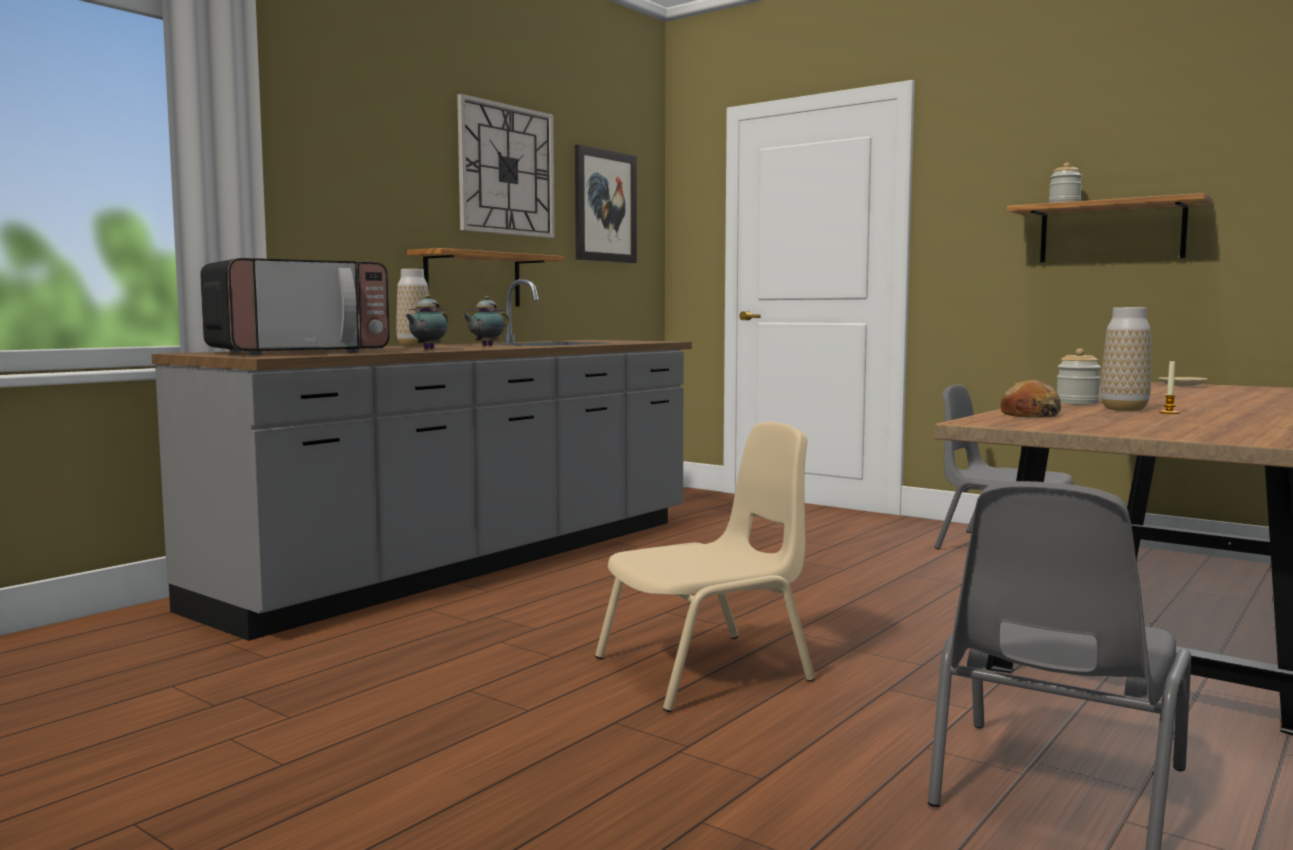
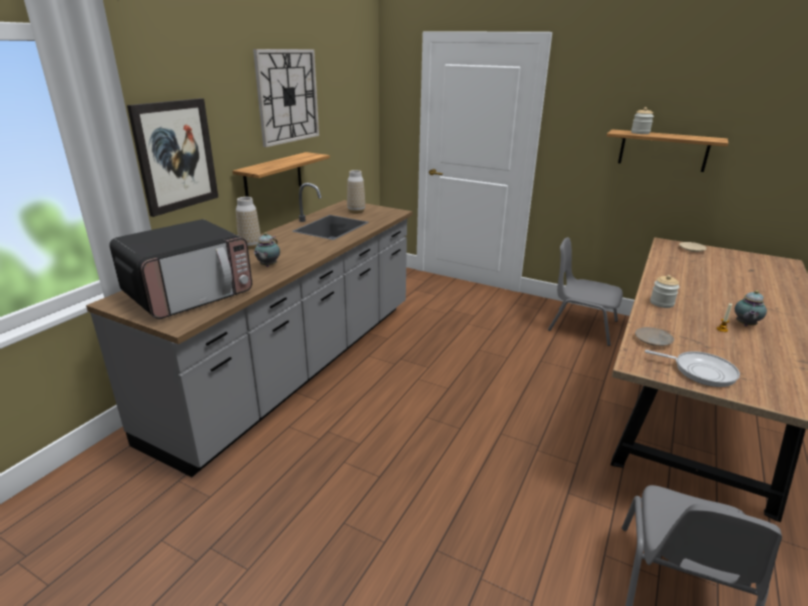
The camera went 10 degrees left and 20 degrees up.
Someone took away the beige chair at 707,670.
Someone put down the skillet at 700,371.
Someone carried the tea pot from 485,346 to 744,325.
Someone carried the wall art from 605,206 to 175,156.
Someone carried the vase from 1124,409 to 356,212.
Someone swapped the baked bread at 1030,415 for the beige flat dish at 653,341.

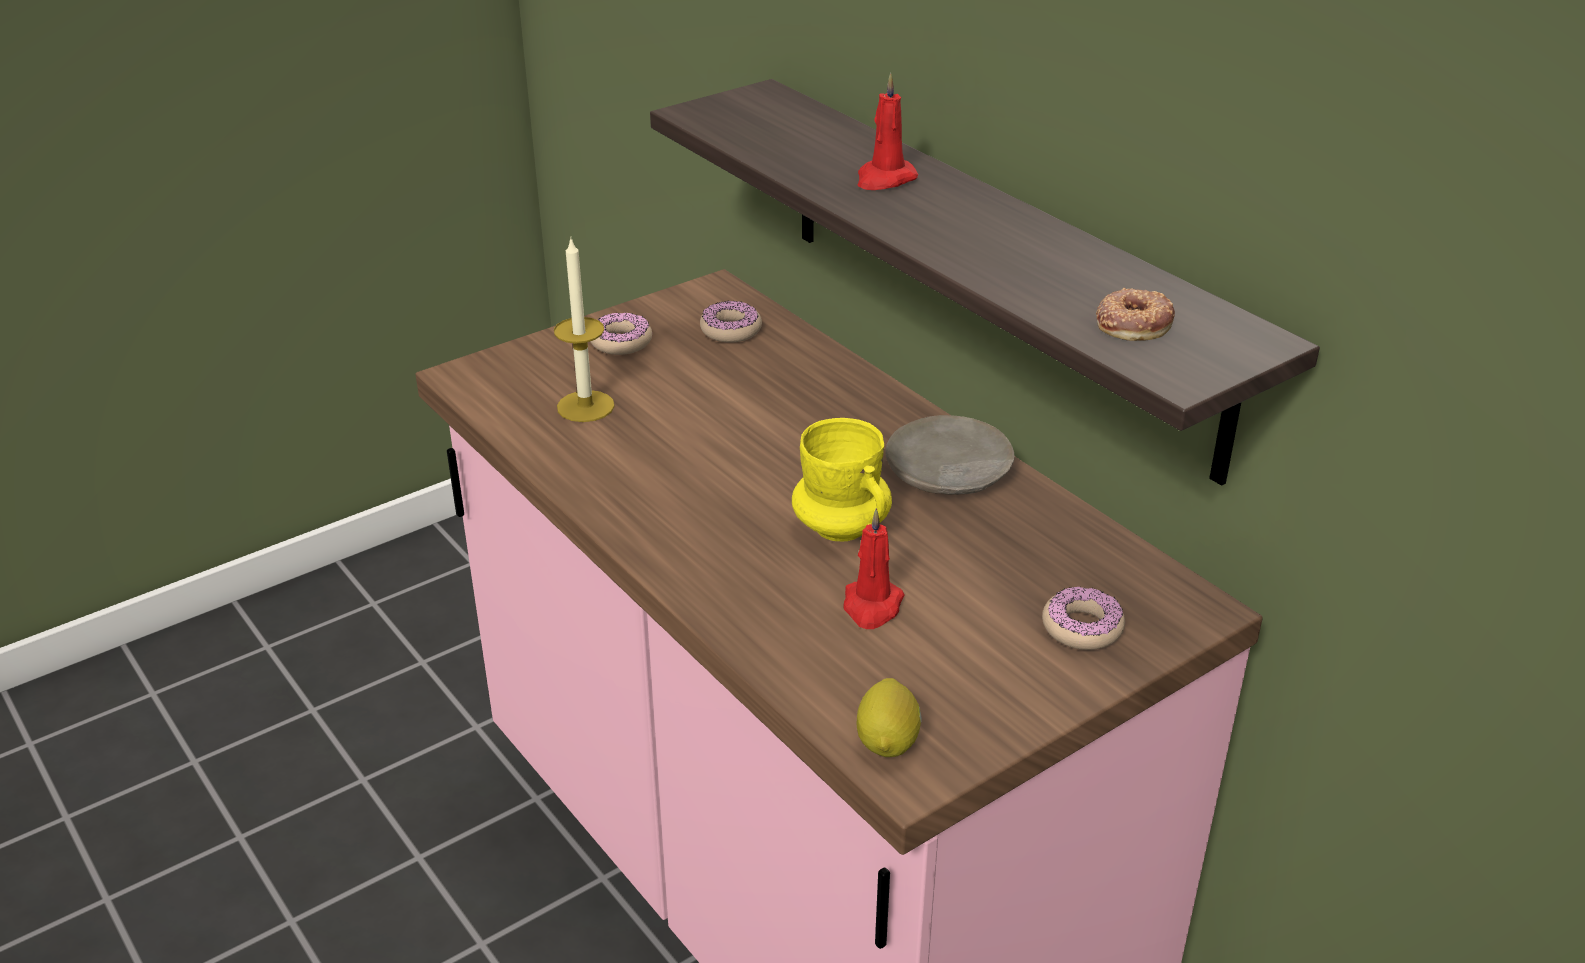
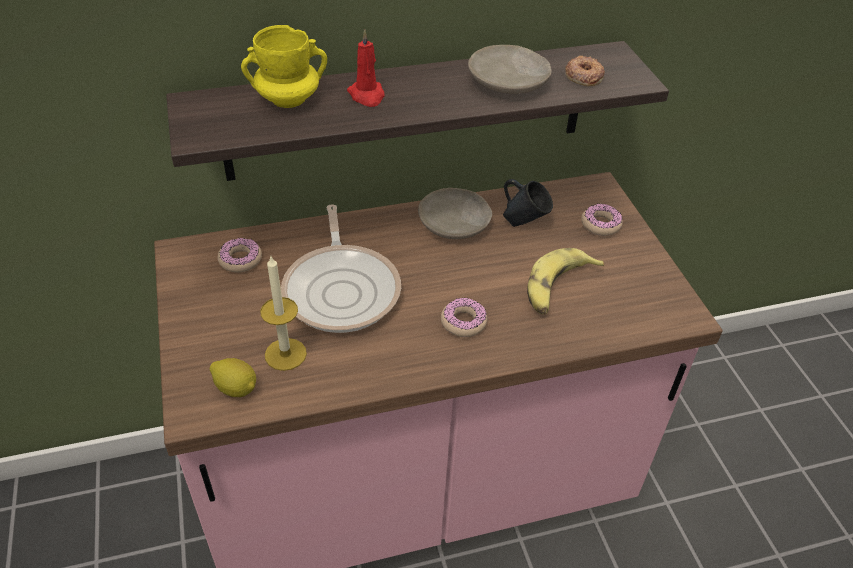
The camera went 70 degrees left and 10 degrees up.
Someone put down the skillet at 342,289.
Someone put down the beige flat dish at 509,82.
Someone put down the blue tea mug at 524,223.
Someone carried the ring doughnut from 621,342 to 463,322.
Someone carried the yellowish tea mug from 841,527 to 288,99.
Someone carried the lemon from 888,741 to 236,388.
Someone swapped the red-coloured wax light at 872,606 for the whole banana at 557,288.

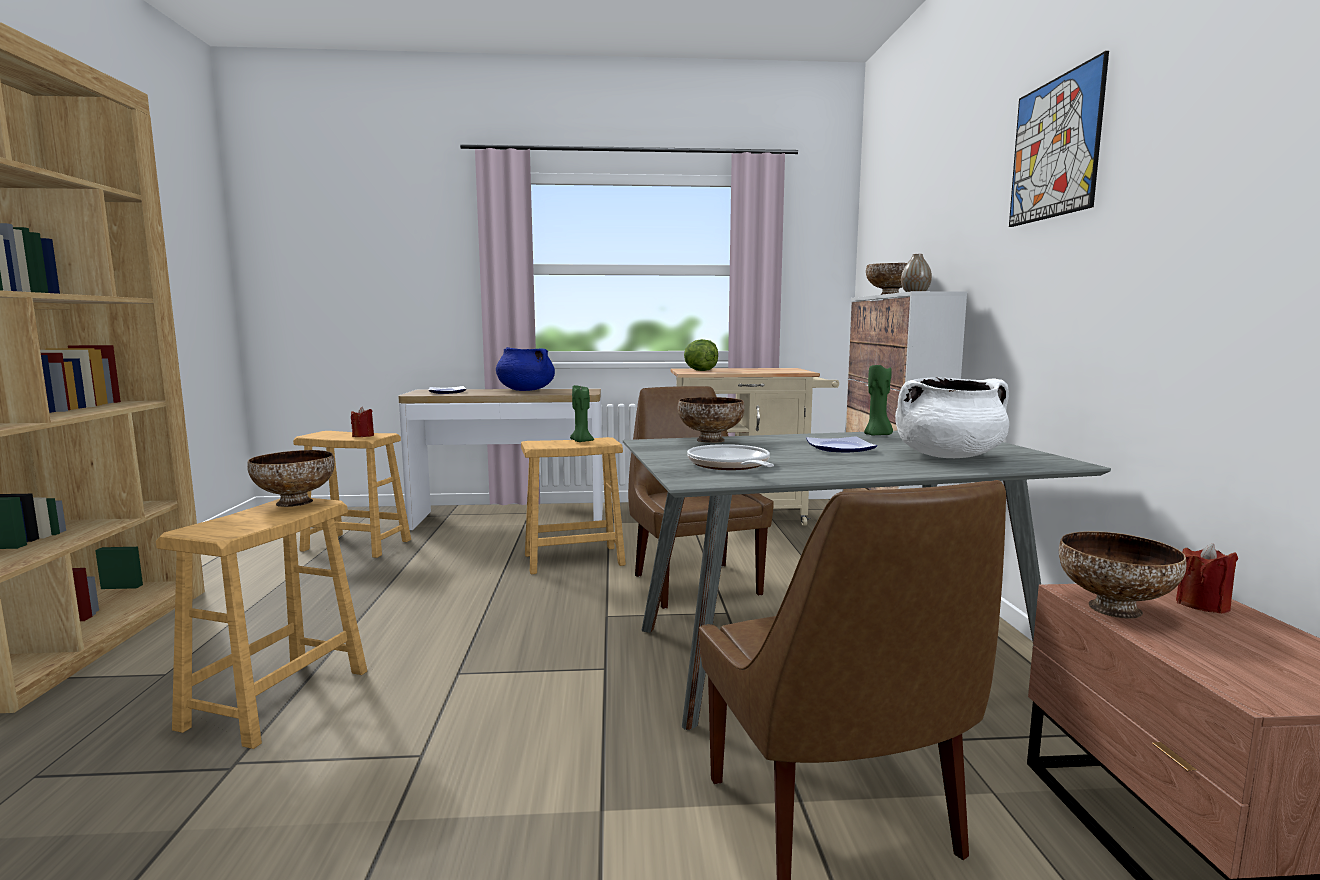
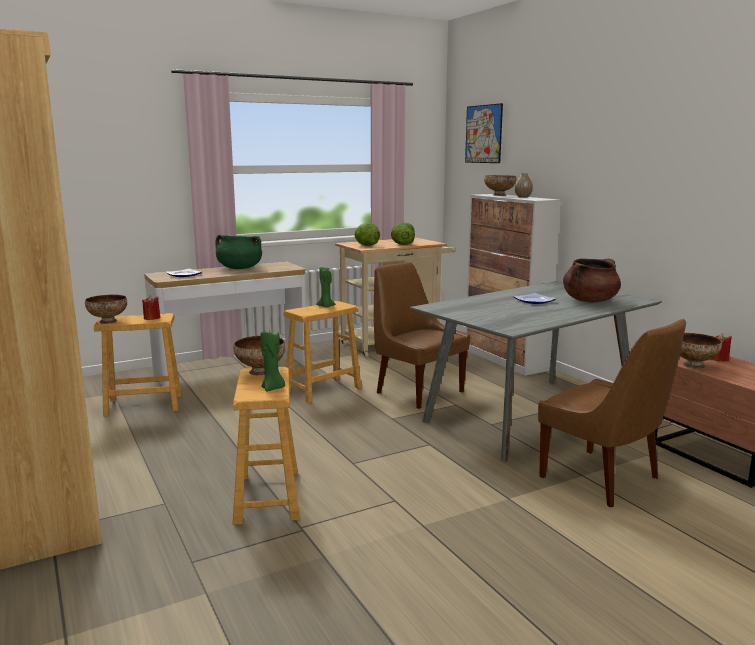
The camera went 25 degrees left and 5 degrees up.
Someone took away the skillet at 730,466.
Someone put down the head of lettuce at 403,244.
Someone carried the bowl from 709,440 to 107,321.
Someone carried the green wax light from 877,435 to 273,388.
Someone carried the wall art from 1055,148 to 483,134.
Someone repainted the blue cooking pot at 525,390, which became the green cooking pot at 239,268.
Someone repainted the white-coloured cooking pot at 948,456, which became the brown cooking pot at 590,301.

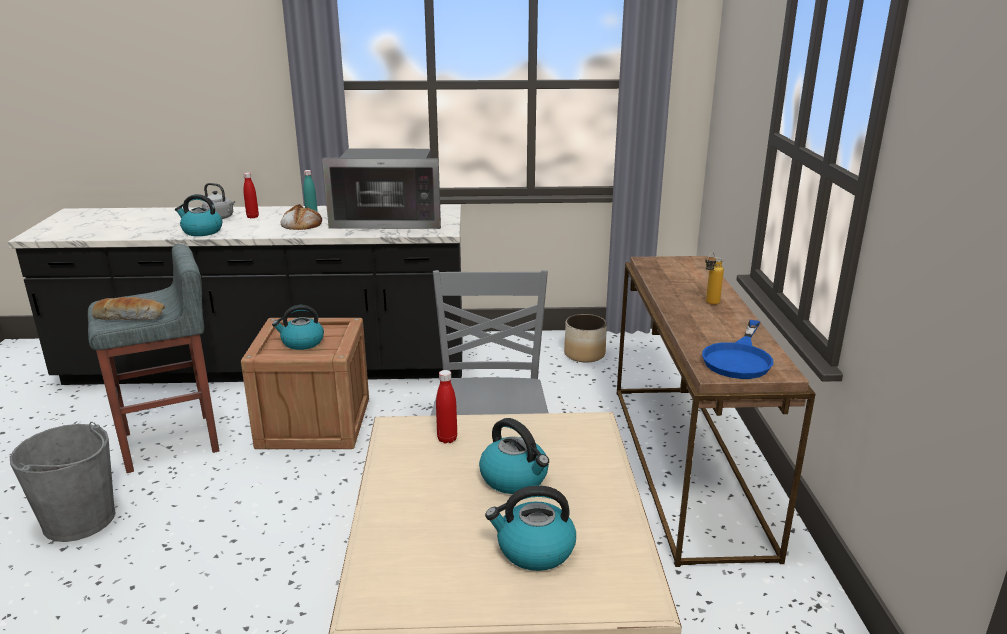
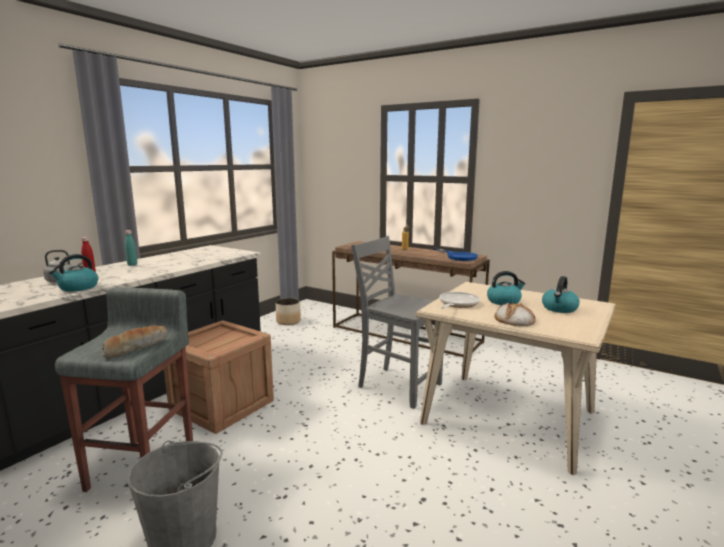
The camera went 55 degrees left and 10 degrees down.
Someone took away the tea kettle at 302,343.
Someone took away the kitchen microwave at 389,220.
Someone carried the baked bread from 301,223 to 514,320.
Someone swapped the red-coloured bottle at 447,439 for the skillet at 457,304.

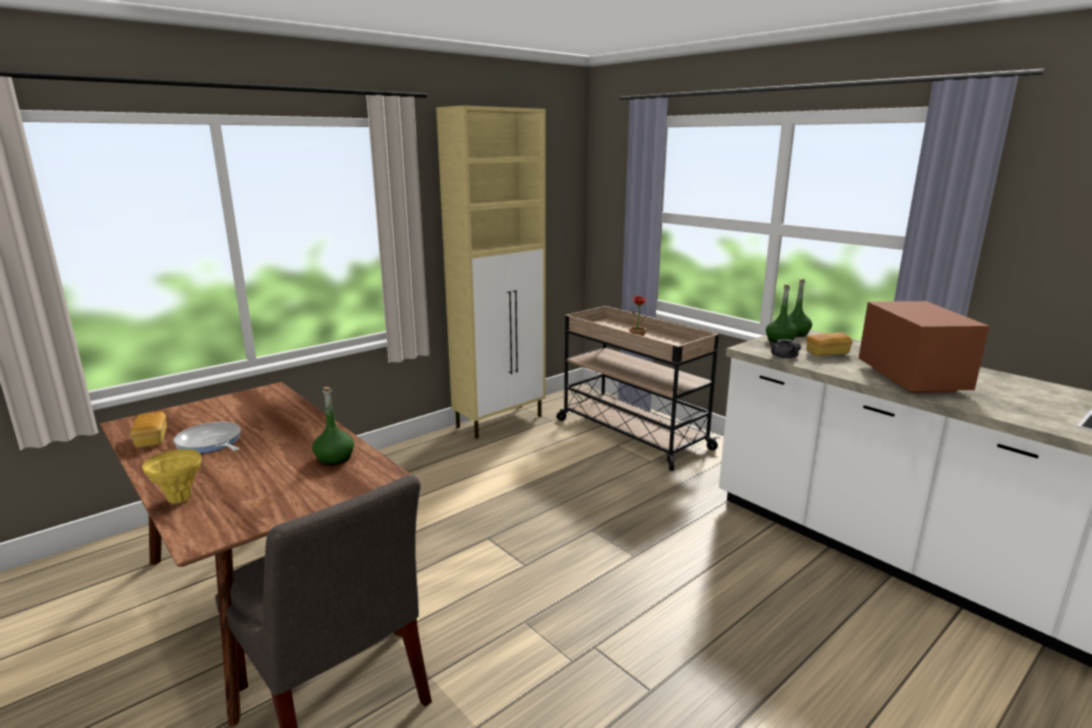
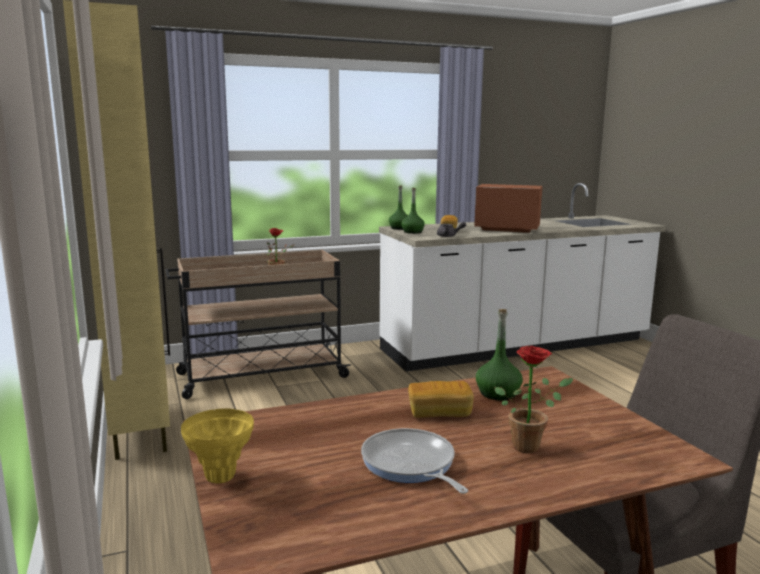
The camera went 70 degrees left and 5 degrees down.
Someone put down the potted plant at 530,445.
Someone carried the baked bread from 151,439 to 439,413.
Someone carried the yellowish vase from 180,499 to 220,477.
Someone rotated the skillet at 210,443 by 90 degrees clockwise.

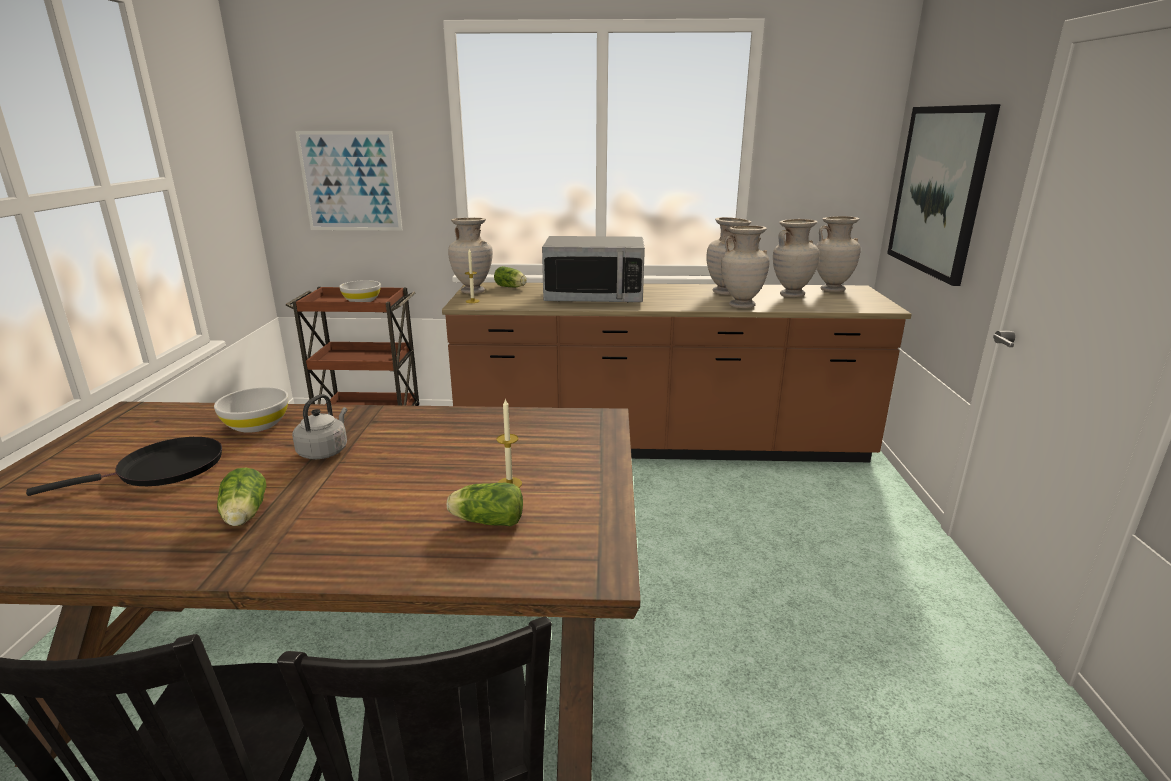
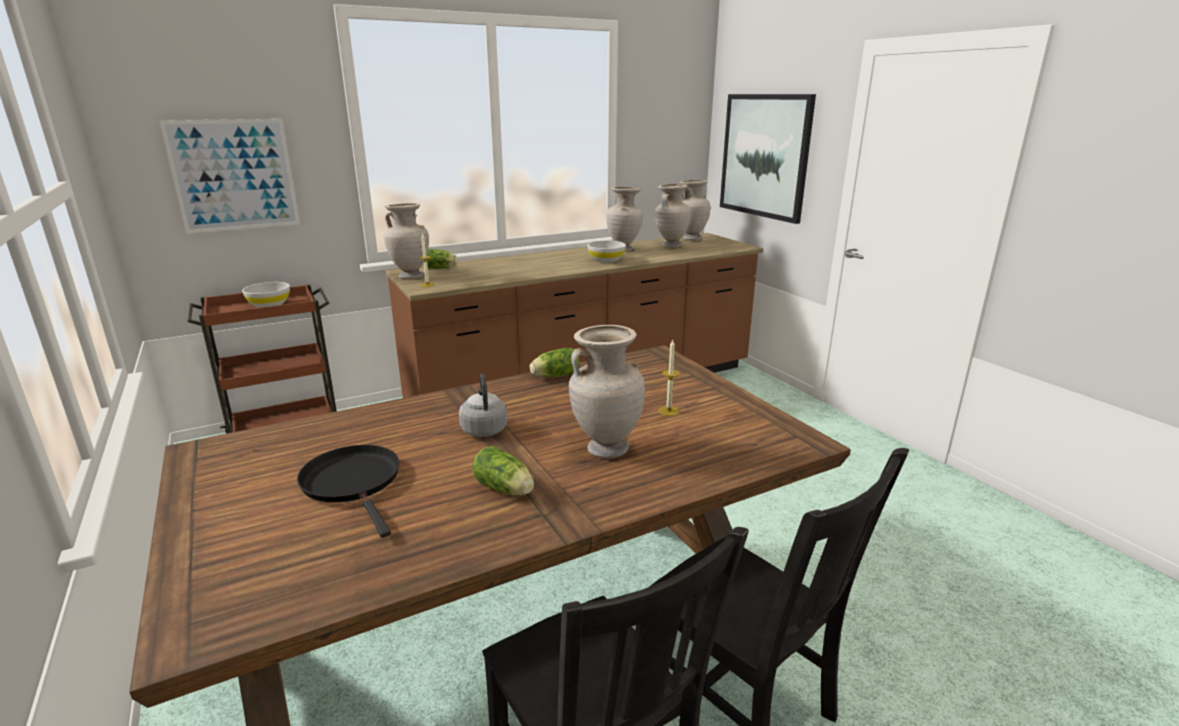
The camera went 30 degrees left and 0 degrees up.
Someone took away the kitchen microwave at 594,297.
Someone carried the white-coloured bowl from 257,425 to 606,260.
Someone carried the head of lettuce from 485,521 to 554,376.
Someone carried the beige vase from 741,305 to 606,449.
Someone rotated the blackish skillet at 164,469 by 60 degrees counterclockwise.

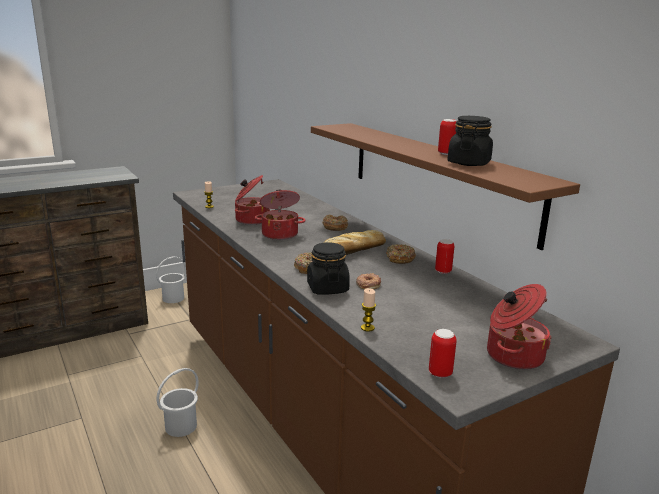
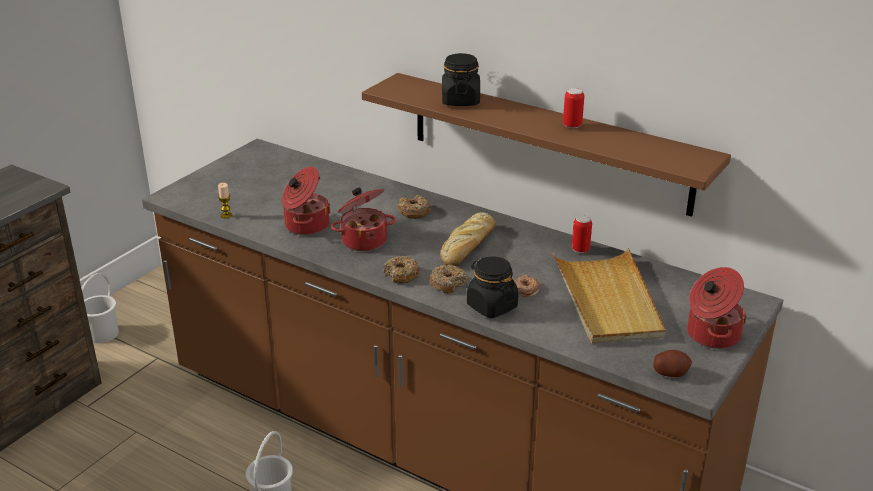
The camera went 25 degrees left and 10 degrees up.
Someone took away the wax light at 367,328.
Someone put down the beige tray at 607,300.
Someone carried the ring doughnut from 400,259 to 401,275.
Someone carried the blackish storage jar from 469,163 to 460,100.
Someone swapped the sealed can at 440,373 for the potato at 670,373.

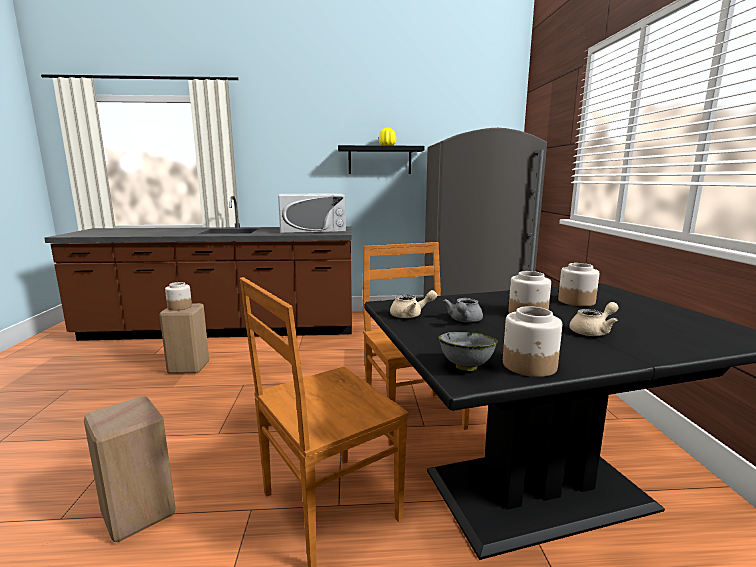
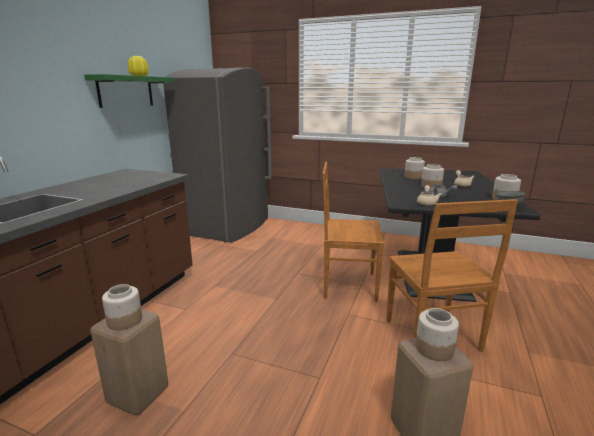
The camera went 65 degrees left and 5 degrees up.
Someone took away the white-coloured kitchen microwave at 312,230.
Someone put down the storage jar at 433,349.
Someone repainted the blackish shelf at 379,160, which became the green shelf at 126,91.

